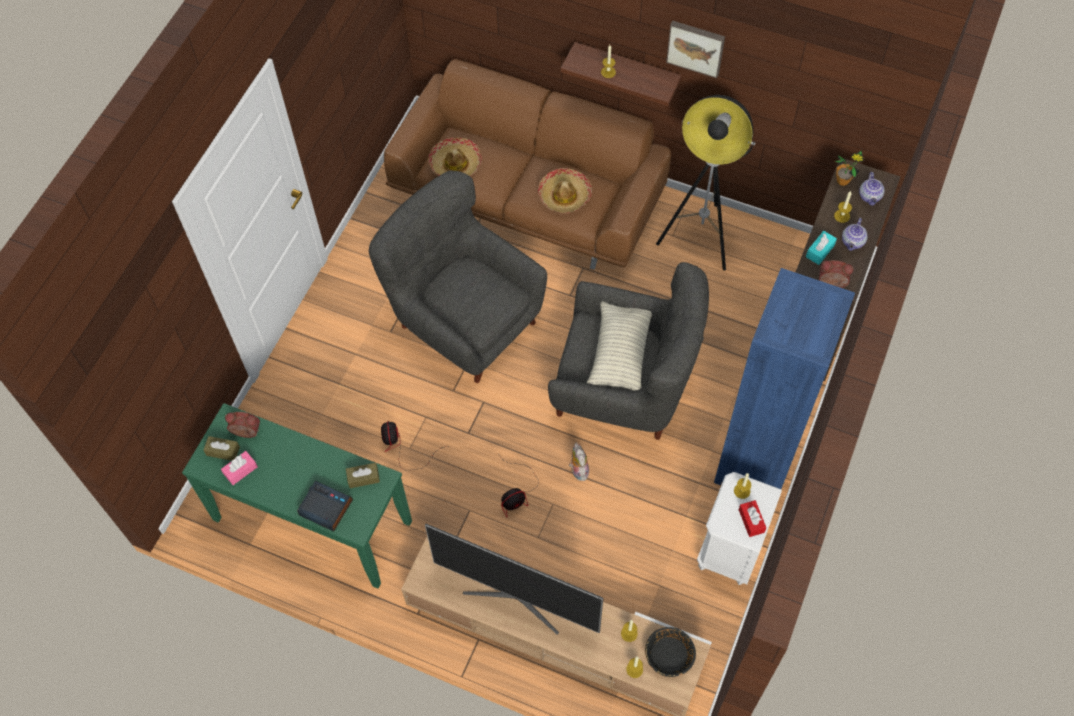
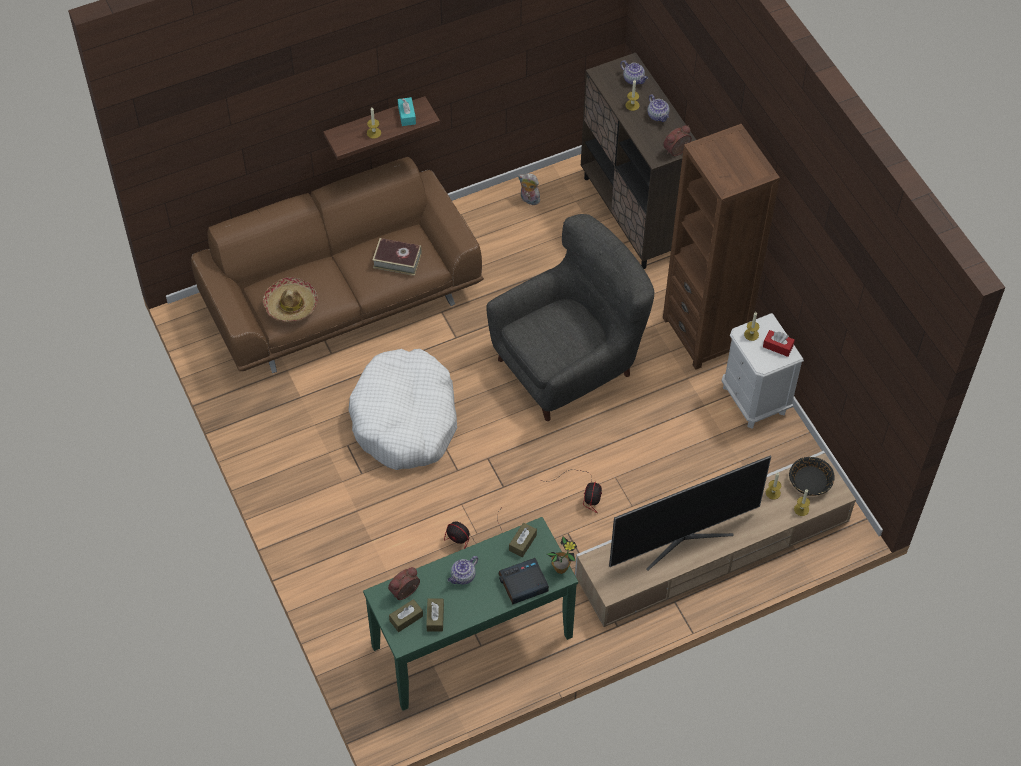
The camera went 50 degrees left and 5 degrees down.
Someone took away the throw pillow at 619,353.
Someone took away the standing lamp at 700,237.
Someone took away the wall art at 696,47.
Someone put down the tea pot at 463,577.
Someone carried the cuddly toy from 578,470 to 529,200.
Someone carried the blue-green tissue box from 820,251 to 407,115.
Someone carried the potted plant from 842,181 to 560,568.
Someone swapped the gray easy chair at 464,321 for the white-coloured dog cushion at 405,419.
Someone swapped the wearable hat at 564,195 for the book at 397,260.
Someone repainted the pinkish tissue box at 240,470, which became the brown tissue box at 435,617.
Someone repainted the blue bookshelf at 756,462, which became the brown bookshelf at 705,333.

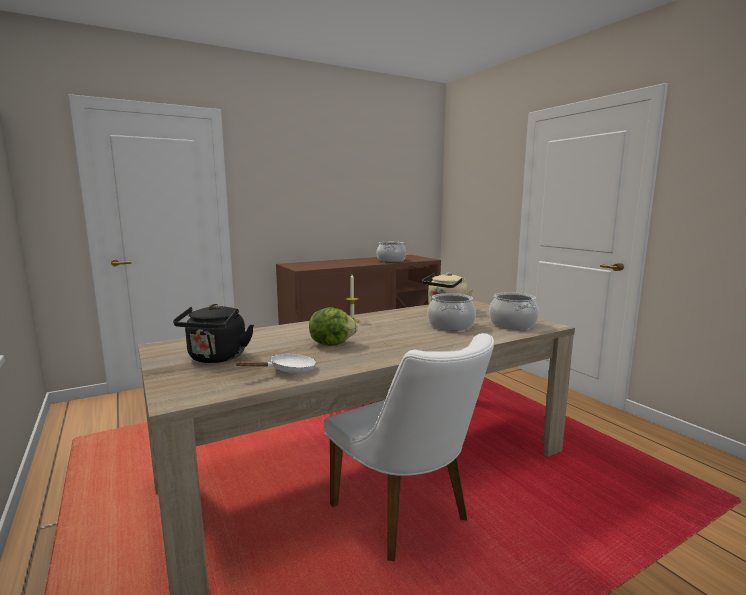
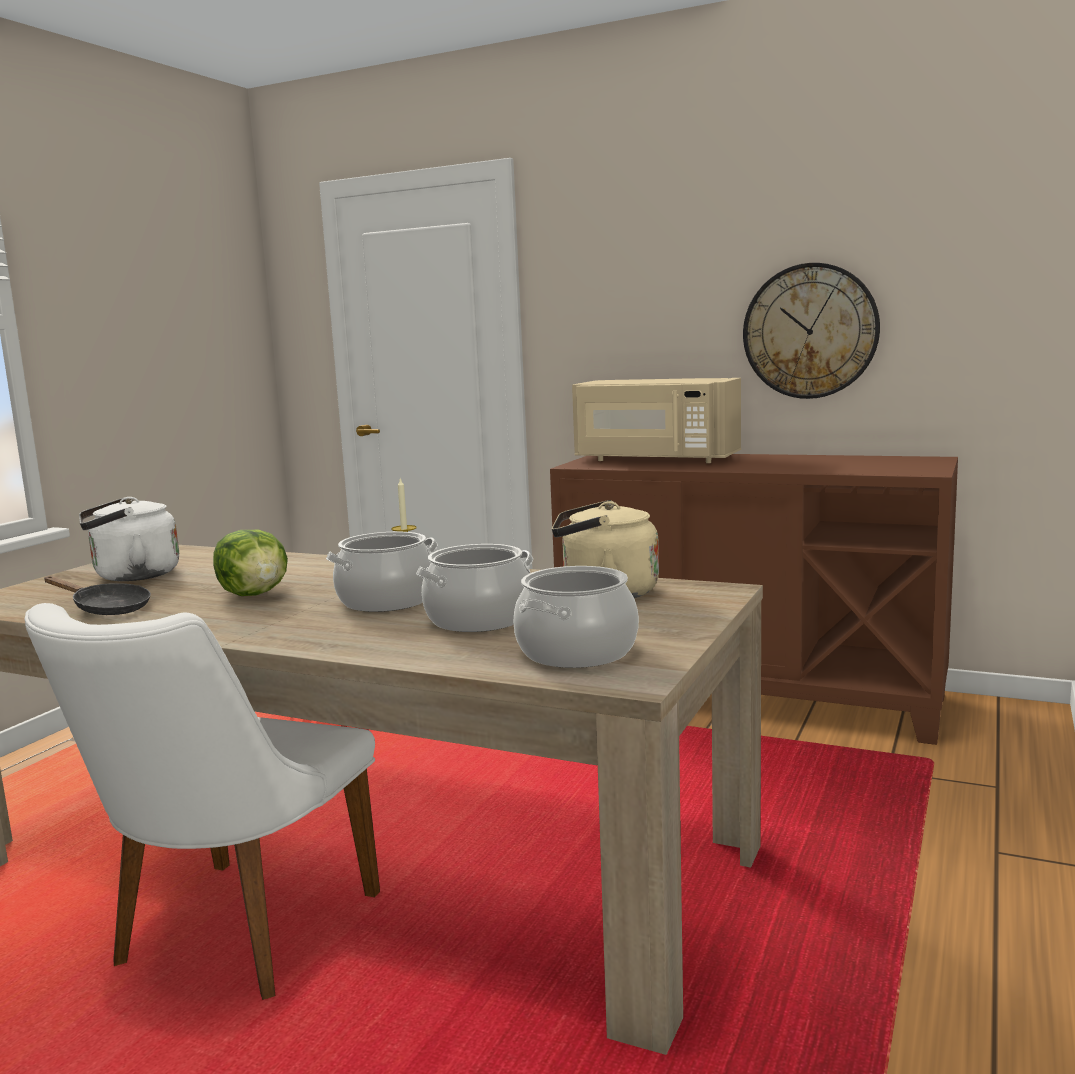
The camera went 55 degrees right and 0 degrees up.
Someone put down the beige kitchen microwave at 655,459.
Someone put up the clock on the wall at 810,331.
Someone carried the cooking pot from 391,260 to 387,601.
Someone repainted the blackish tea kettle at 216,358, which became the white-coloured tea kettle at 132,576.
Someone repainted the white-coloured skillet at 288,370, which became the blackish skillet at 106,609.

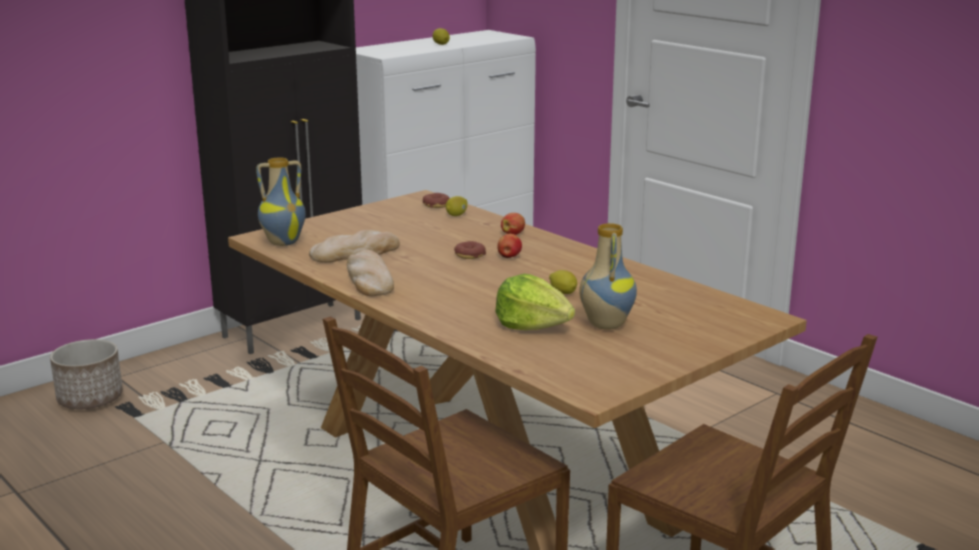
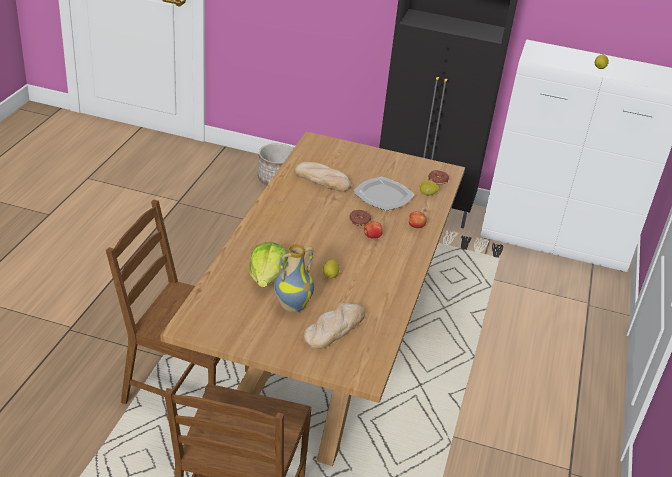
The camera went 55 degrees right and 15 degrees up.
Someone took away the vase at 283,242.
Someone put down the flat dish at 383,195.
Someone carried the baked bread from 369,279 to 334,328.

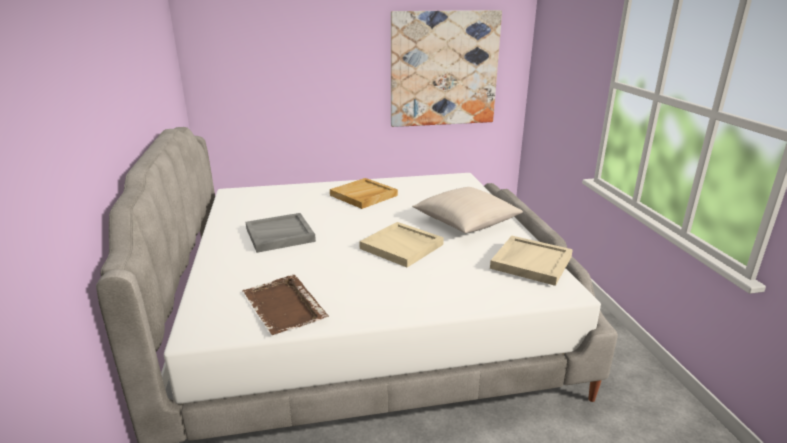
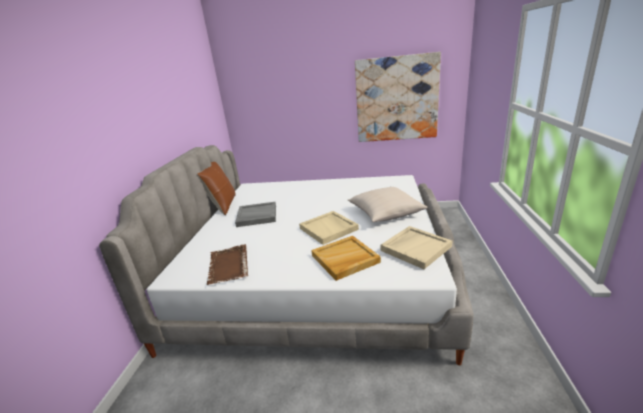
The camera went 20 degrees right and 0 degrees up.
Someone put down the brown throw pillow at 223,206.
Someone carried the beige tray from 363,195 to 345,259.

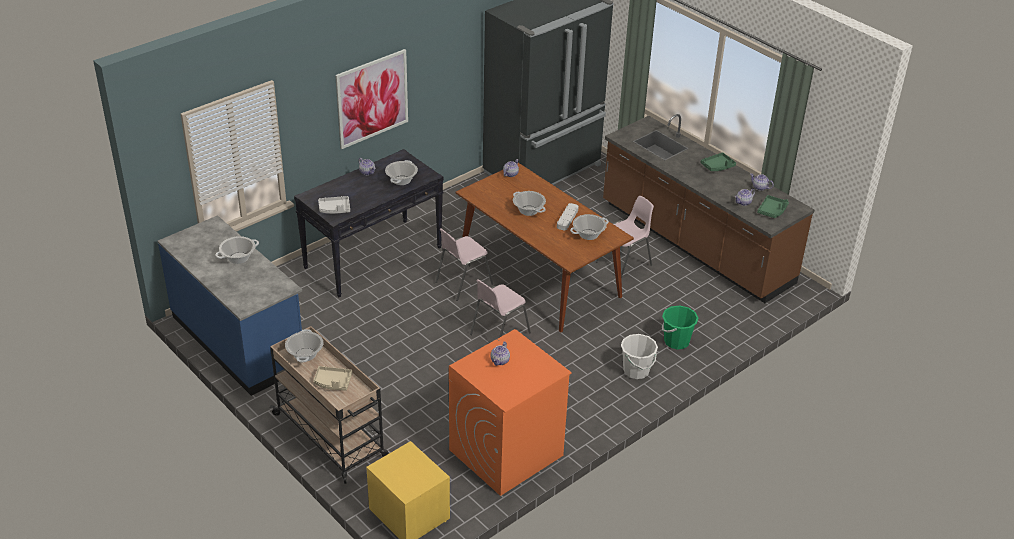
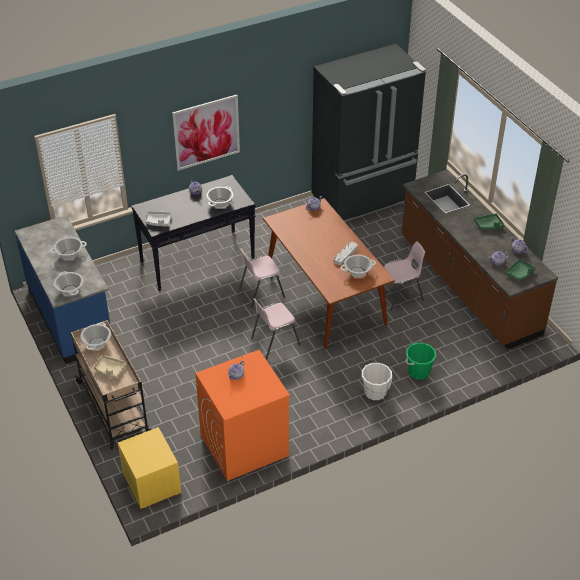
The camera went 15 degrees right and 5 degrees up.
Someone carried the cooking pot from 528,211 to 70,290.

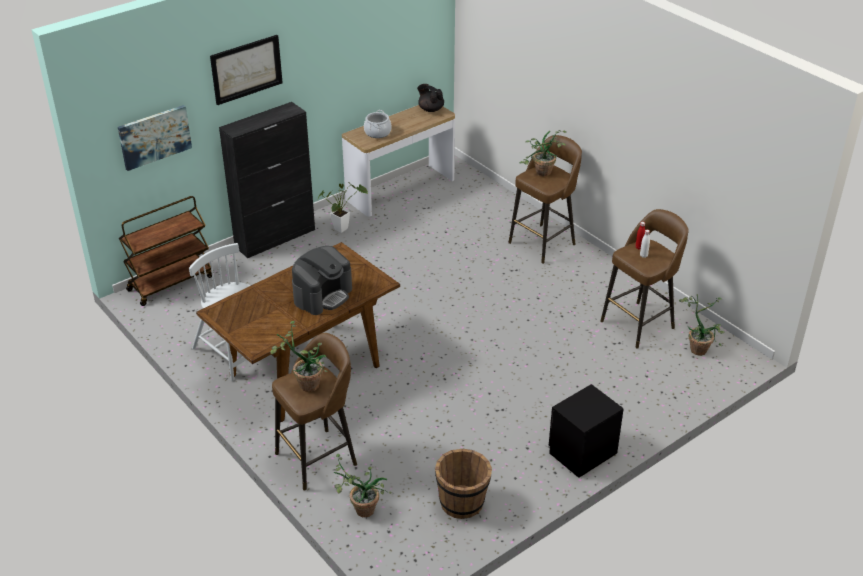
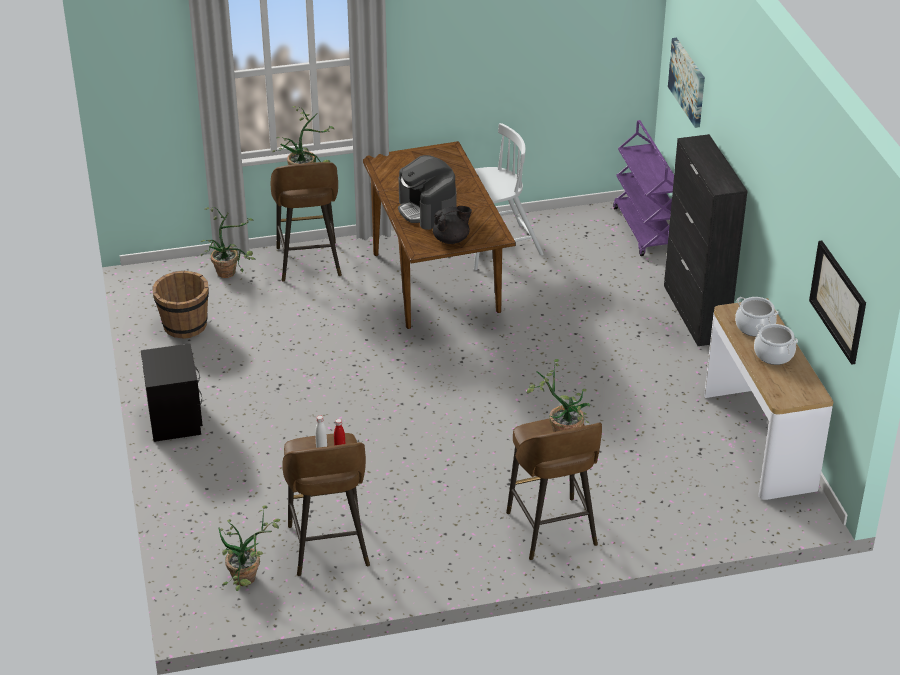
The camera went 115 degrees right and 0 degrees up.
Someone took away the potted plant at 343,228.
Someone put down the cooking pot at 773,354.
Someone carried the wall art from 246,69 to 838,301.
Someone carried the blackish tea pot from 430,109 to 451,239.
Someone repainted the brown trolley at 171,283, which became the purplish trolley at 645,230.

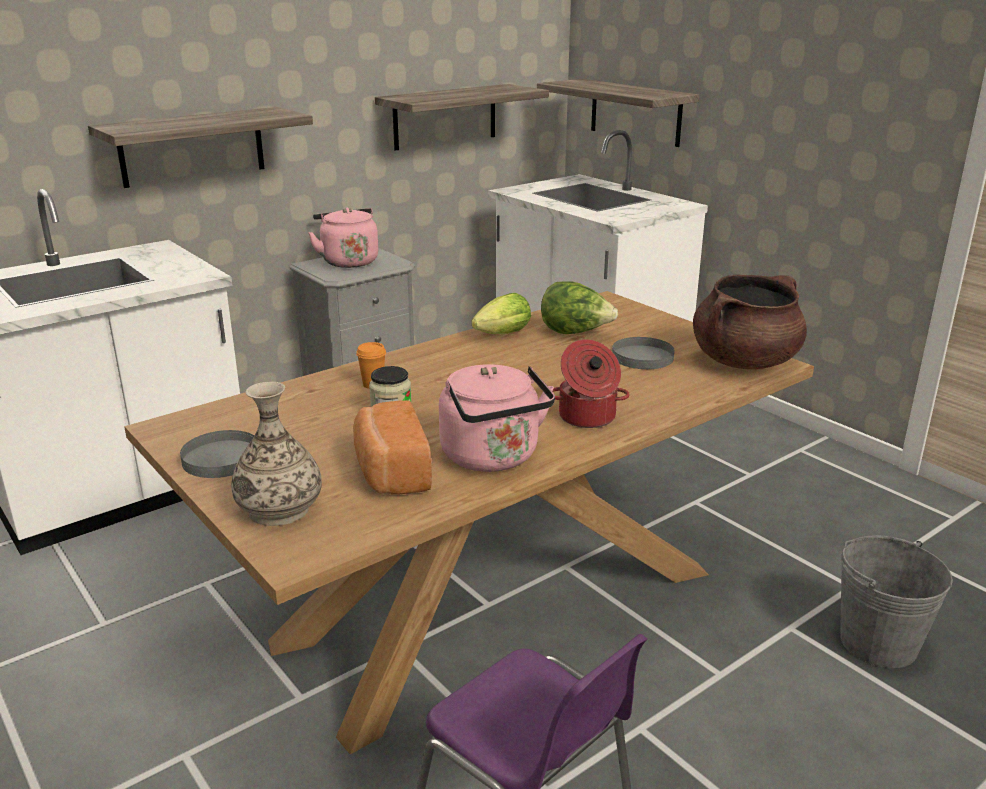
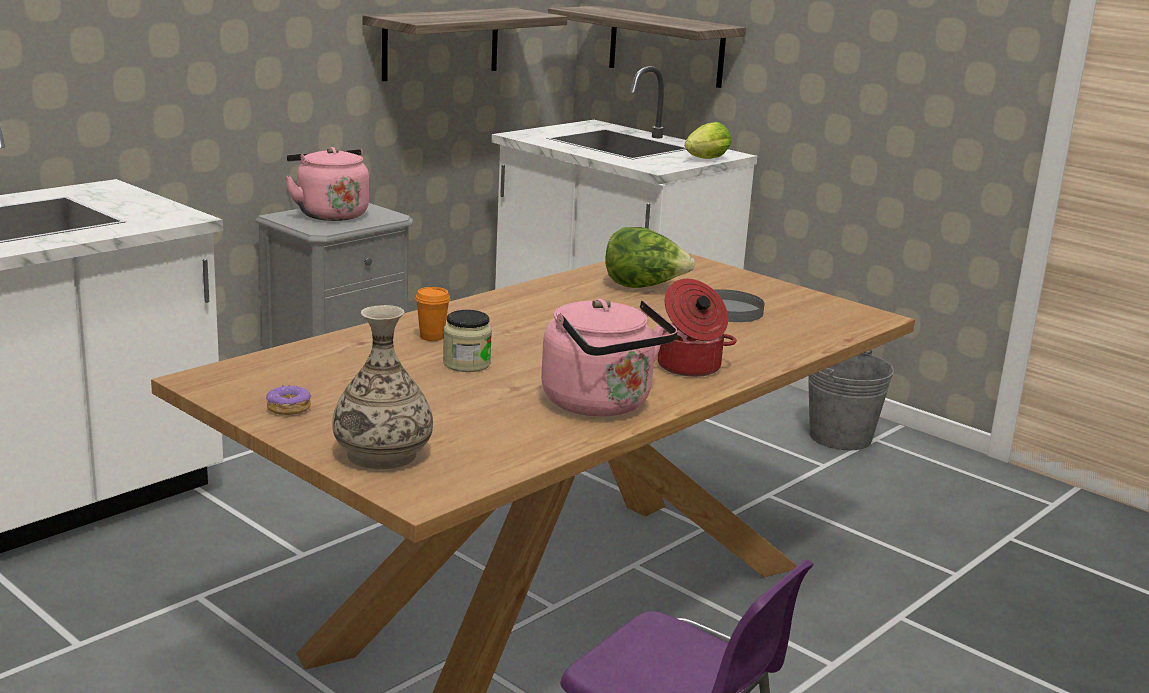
The camera went 10 degrees left and 5 degrees down.
Someone took away the shelf at 192,147.
Someone took away the baked bread at 390,472.
Someone took away the brown cooking pot at 744,361.
Someone carried the head of lettuce from 500,335 to 704,160.
Someone carried the gray bucket from 878,643 to 840,437.
Someone swapped the gray flat dish at 221,458 for the ring doughnut at 288,408.

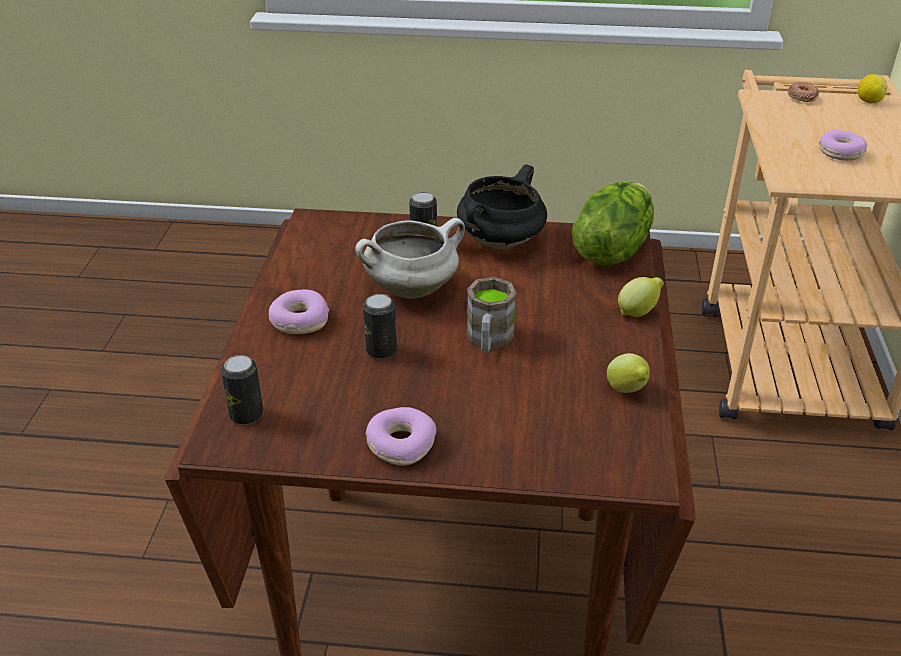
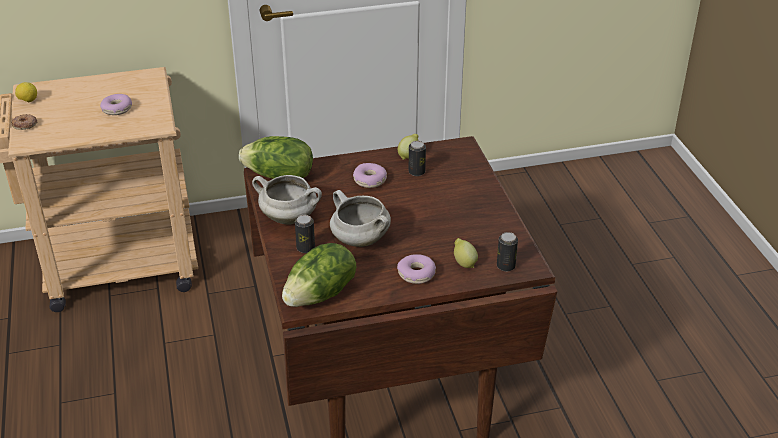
The camera went 110 degrees left and 0 degrees up.
Someone took away the brown tea mug at 488,341.
Someone put down the head of lettuce at 321,295.
Someone carried the sealed can from 381,351 to 416,172.
Someone carried the ring doughnut from 401,444 to 370,180.
Someone carried the lemon from 638,312 to 464,263.
Someone repainted the blackish cooking pot at 500,242, which became the white-coloured cooking pot at 290,218.

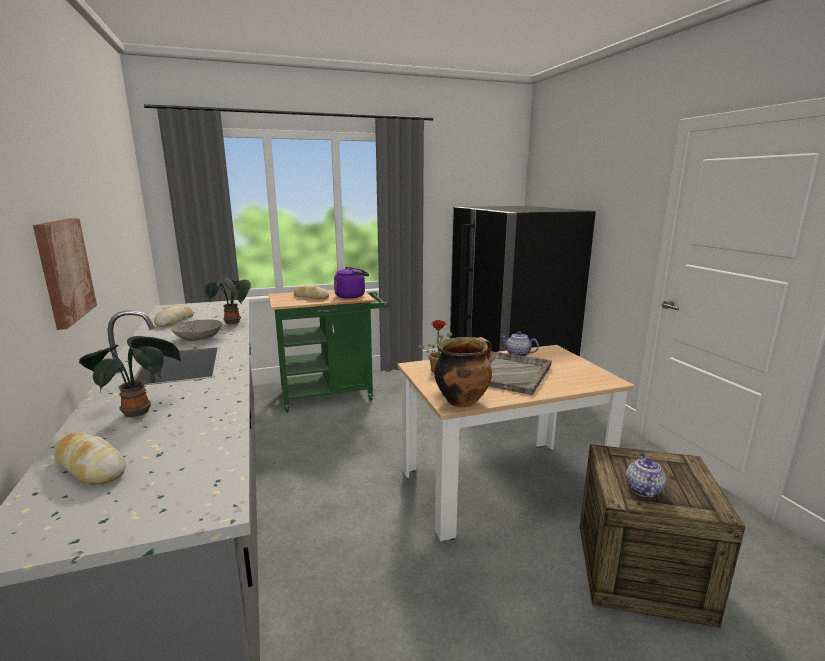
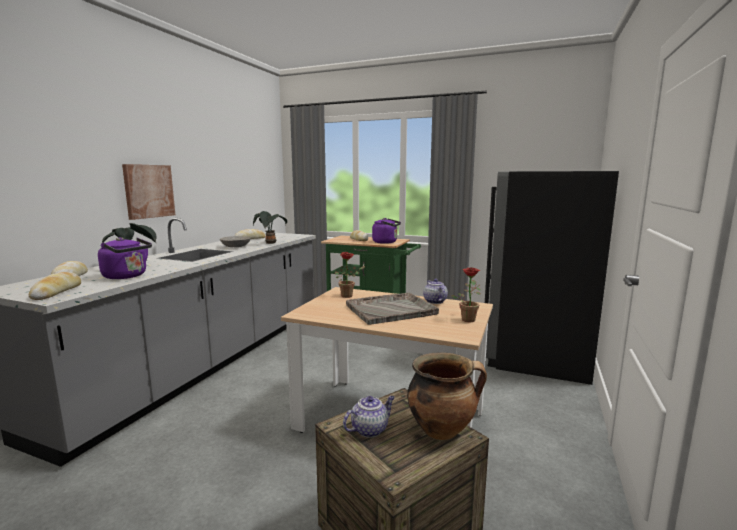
The camera went 40 degrees right and 5 degrees down.
Someone put down the baked bread at 57,292.
Someone put down the purplish tea kettle at 127,276.
Someone put down the potted plant at 467,319.
Someone carried the cooking pot from 462,400 to 442,430.

